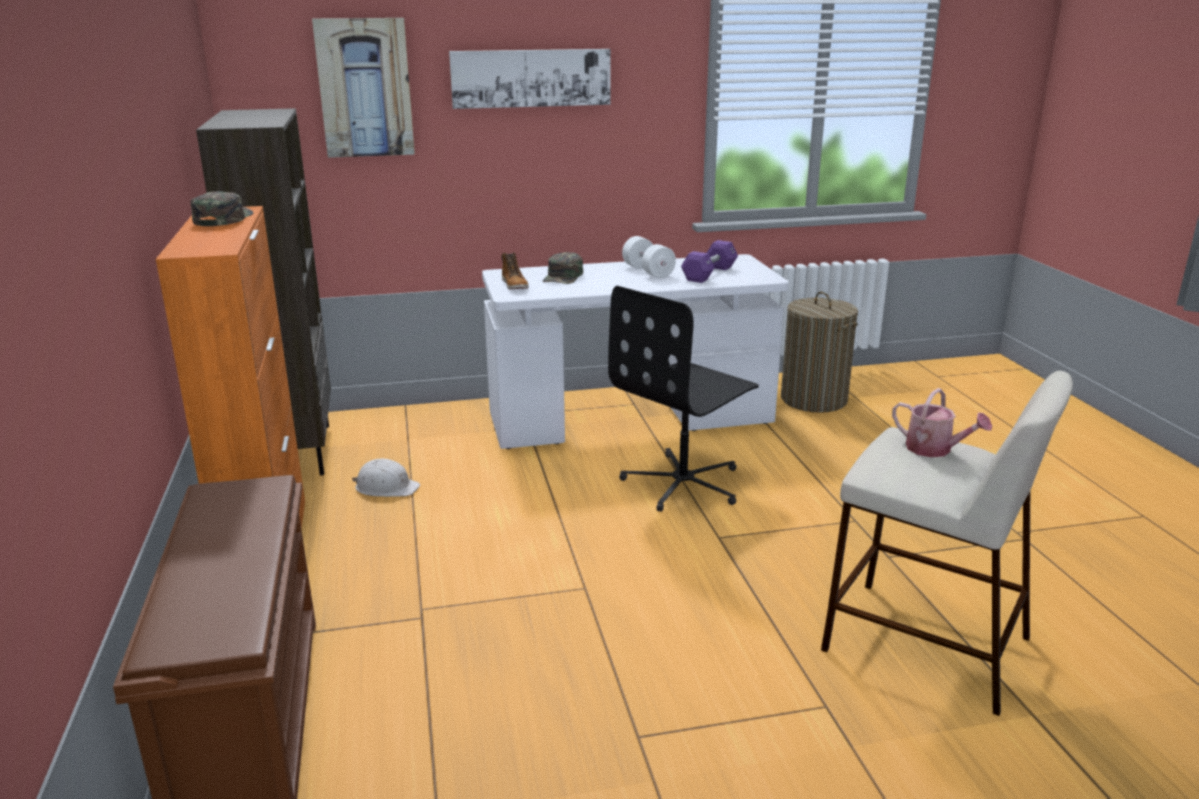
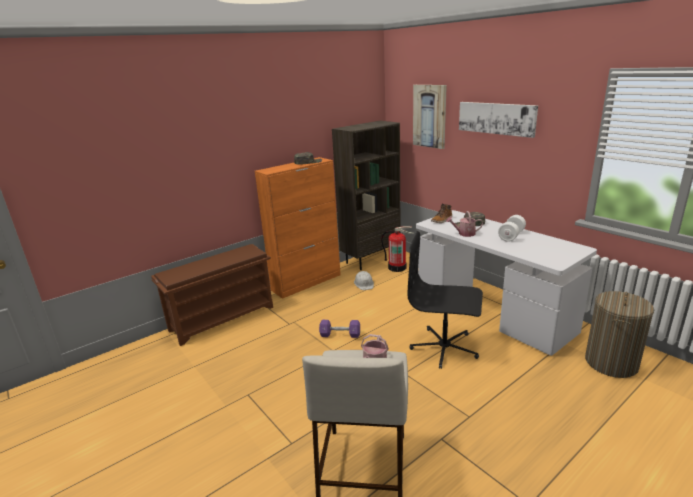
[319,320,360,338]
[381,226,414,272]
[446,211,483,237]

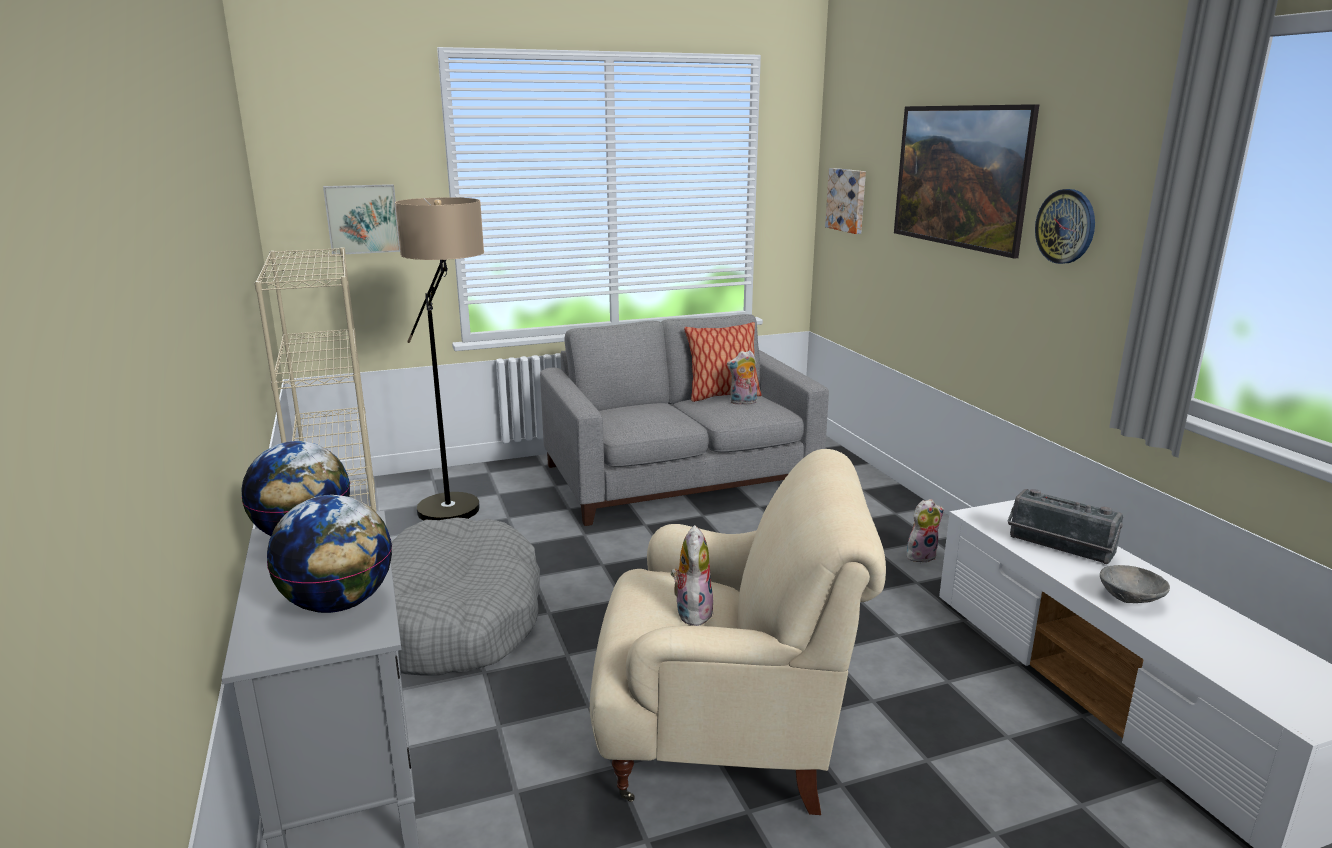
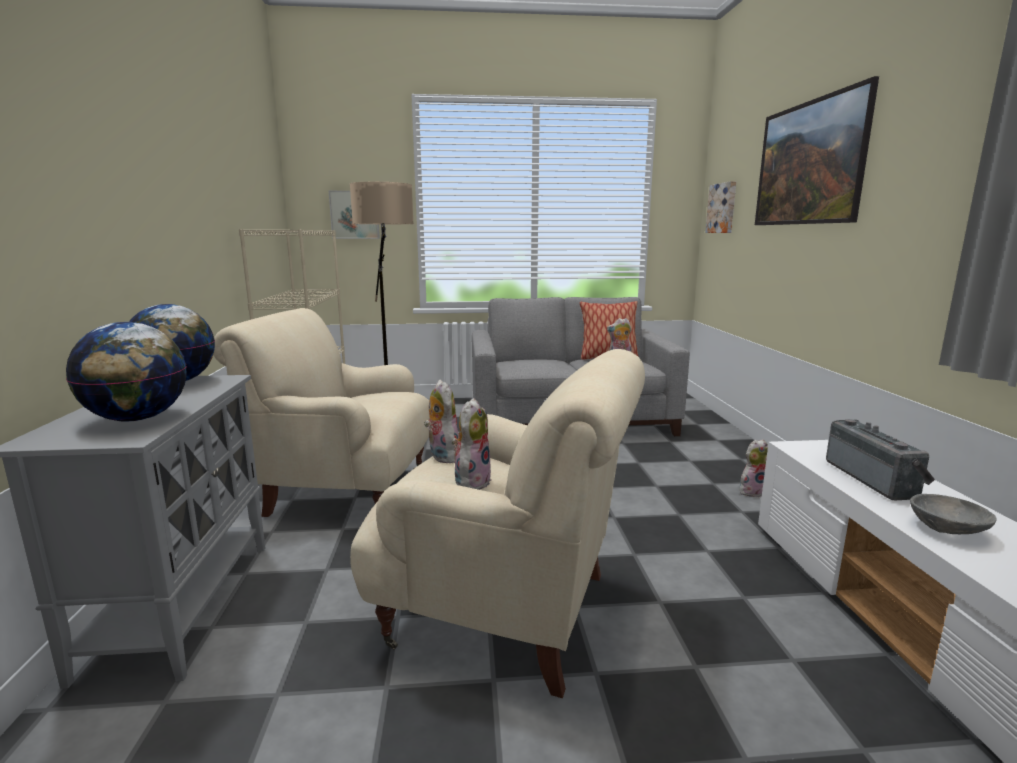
[214,308,429,517]
[826,419,935,500]
[1035,189,1095,264] (first image)
[424,380,459,463]

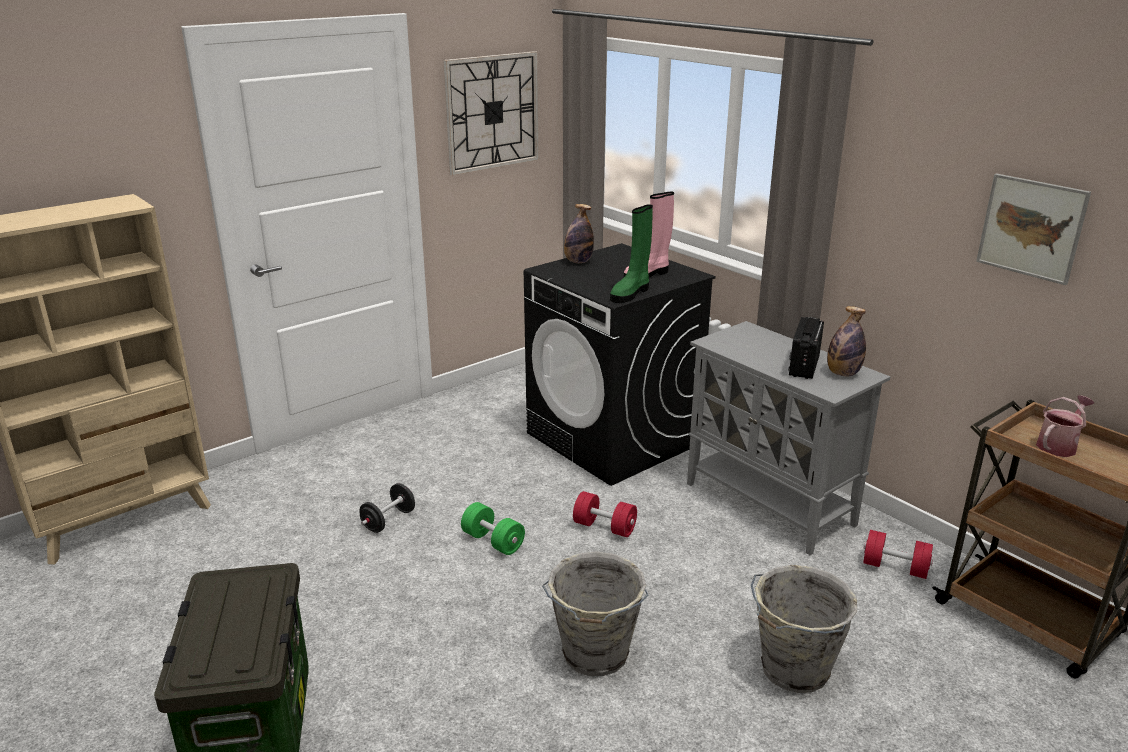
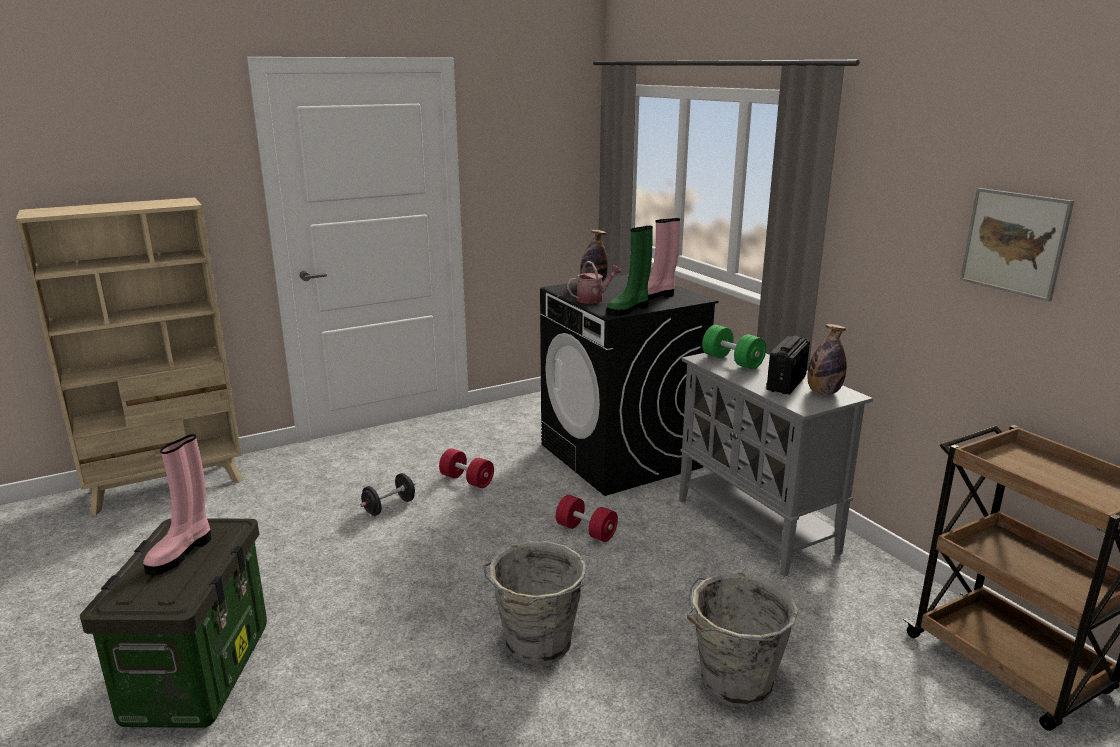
[443,51,539,176] (first image)
[702,325,766,369]
[439,448,494,488]
[567,261,622,304]
[143,434,211,575]

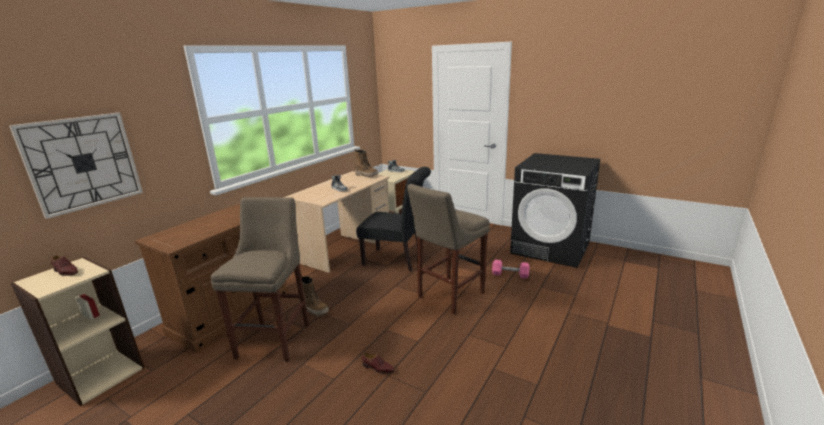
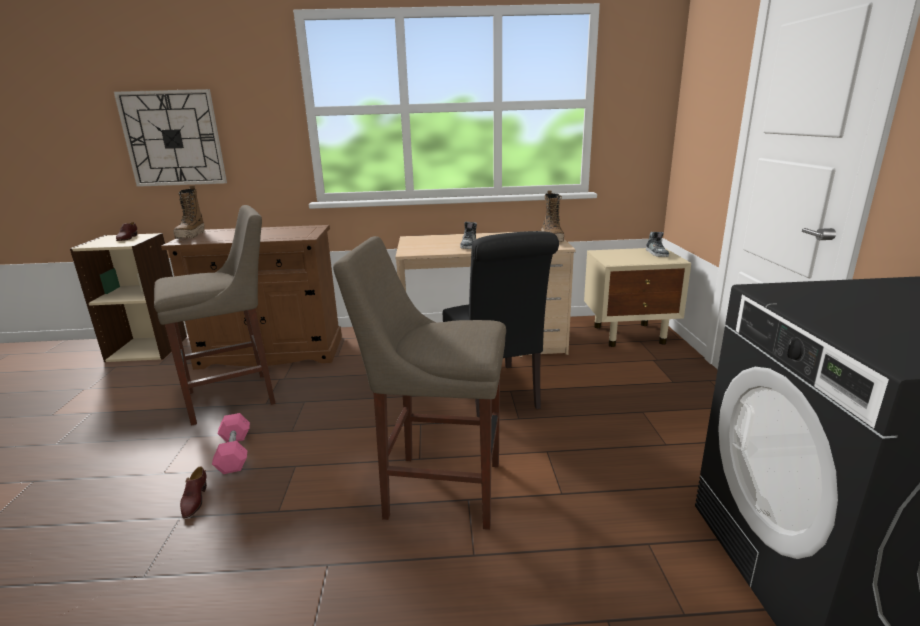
[173,186,205,239]
[212,413,250,474]

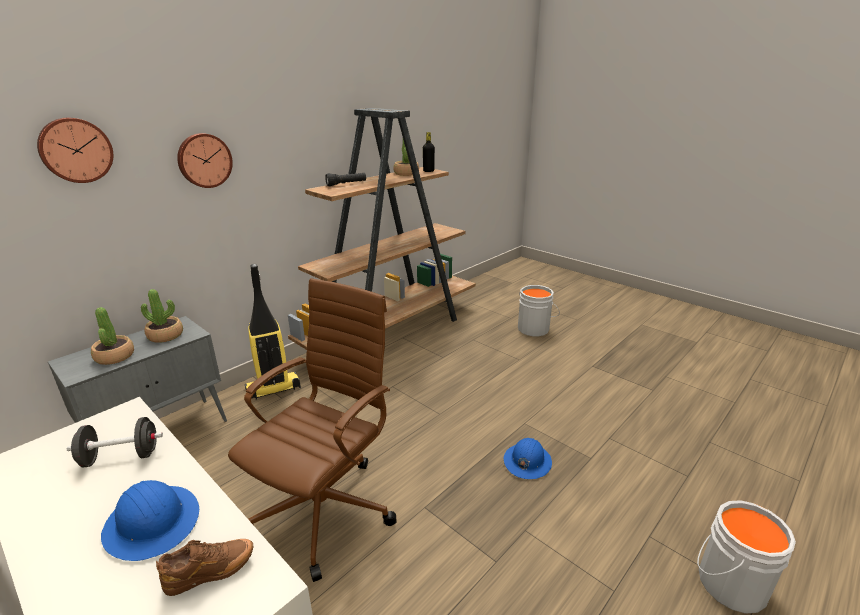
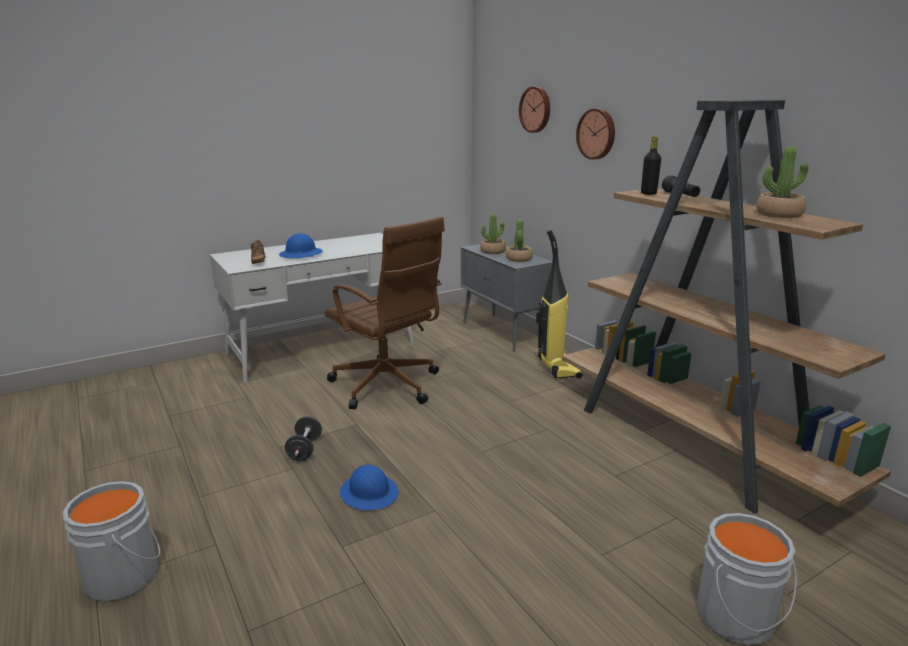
[285,417,322,461]
[641,136,661,195]

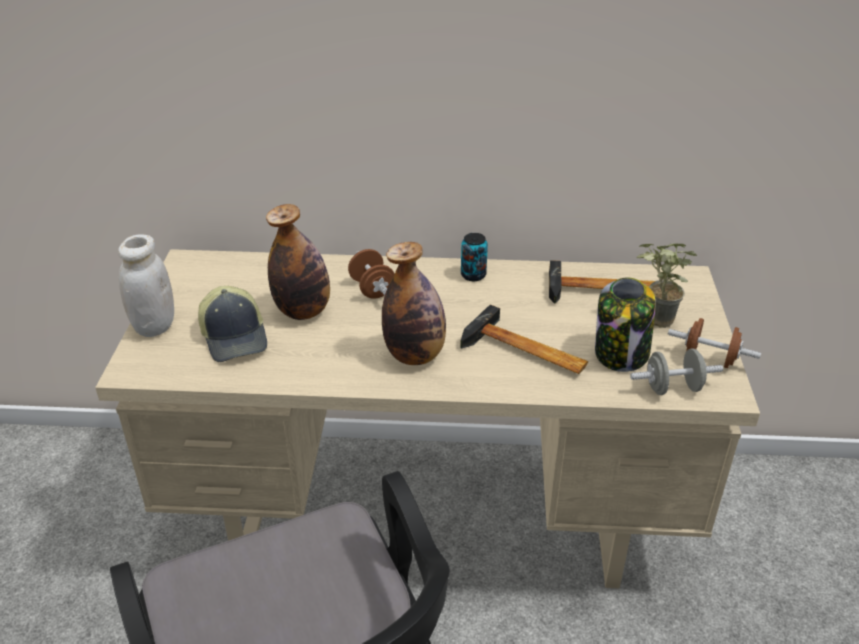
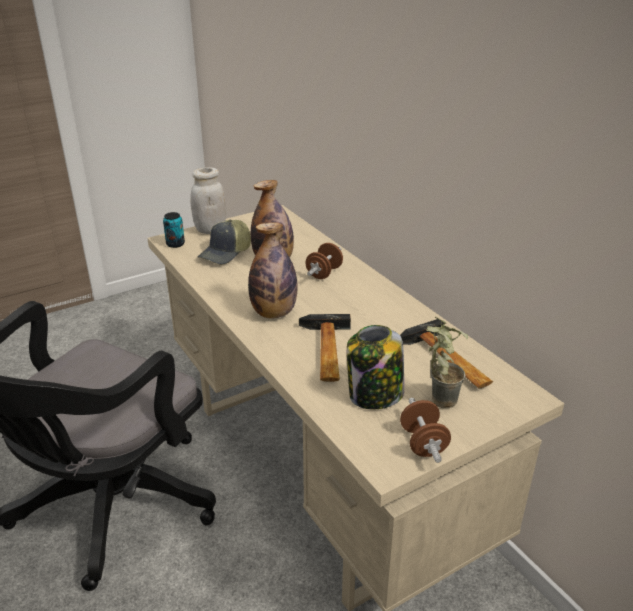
[163,212,185,248]
[630,349,723,395] (first image)

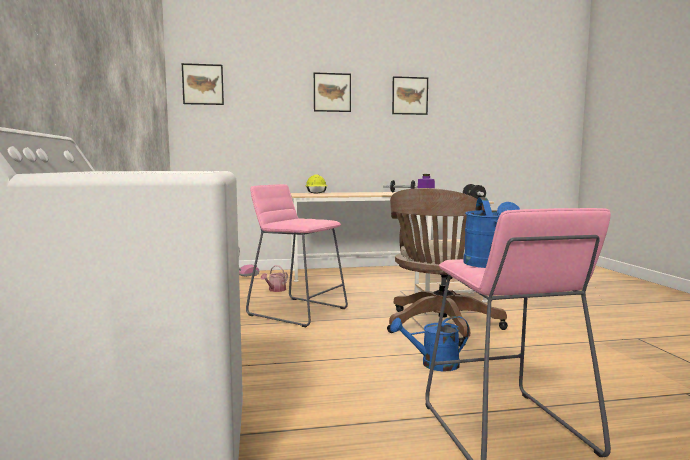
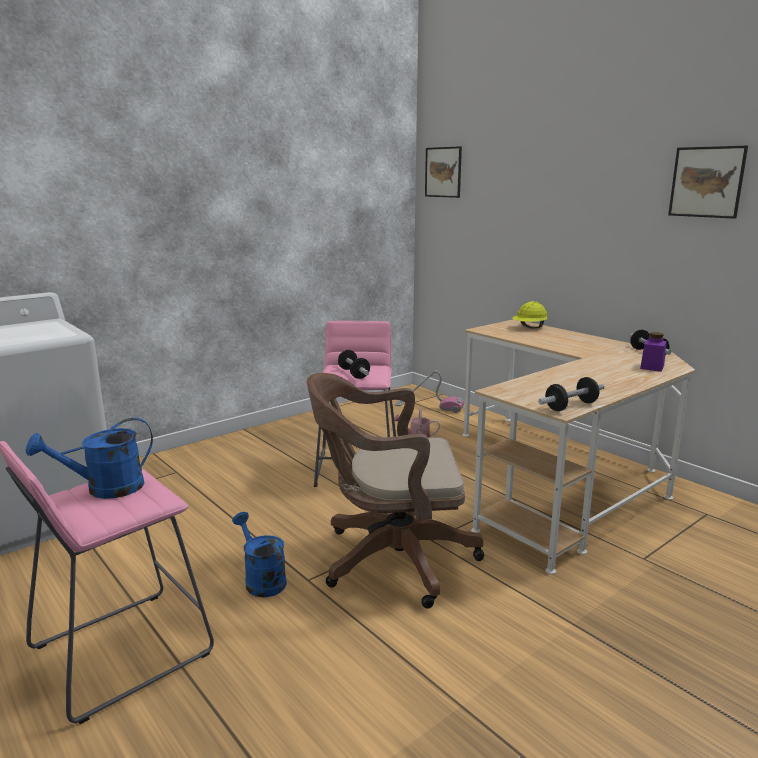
[314,72,351,112] (first image)
[338,350,370,379]

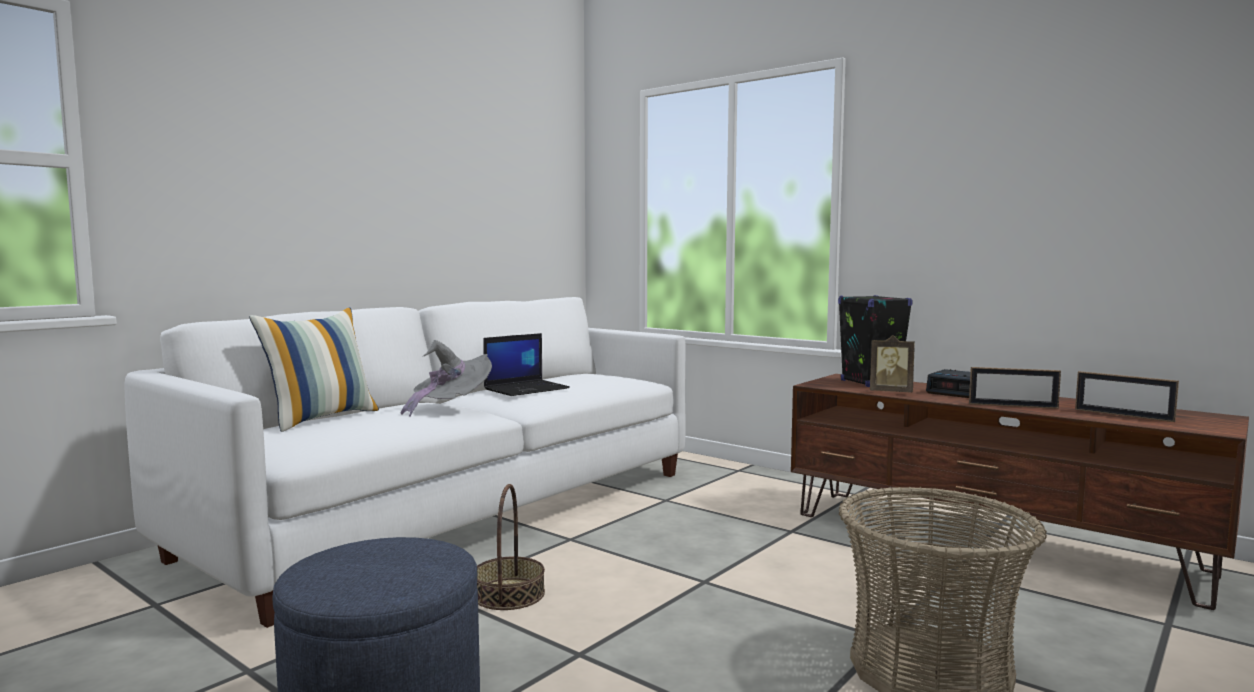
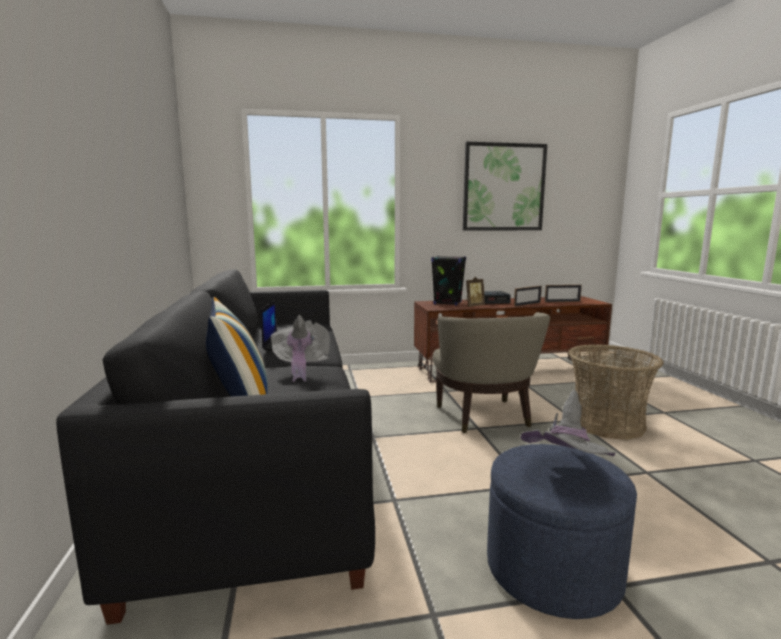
[56,269,375,625]
[477,484,545,610] (first image)
[433,312,550,433]
[463,142,547,231]
[521,390,616,456]

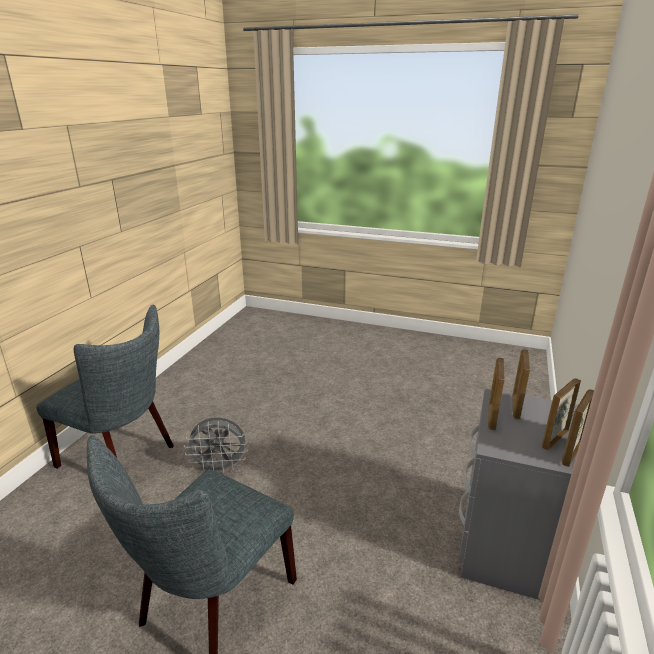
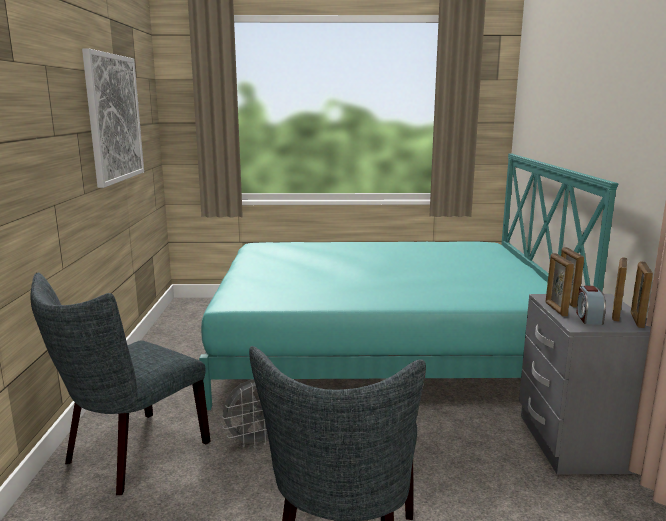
[31,273,211,495]
[82,48,144,188]
[199,153,619,410]
[576,286,606,325]

